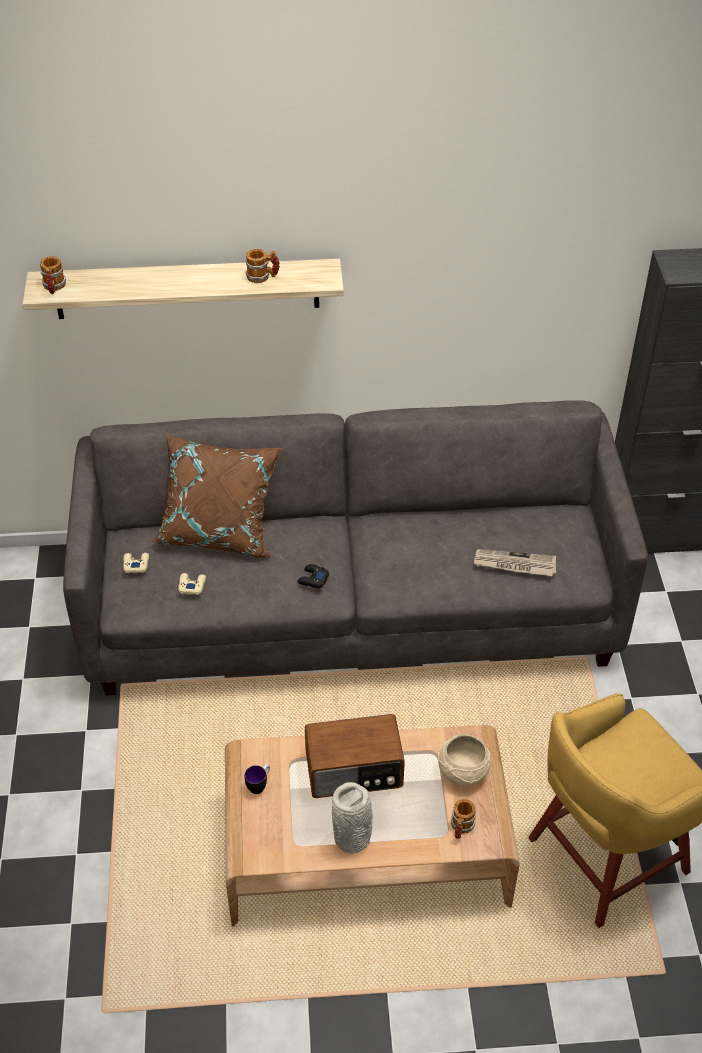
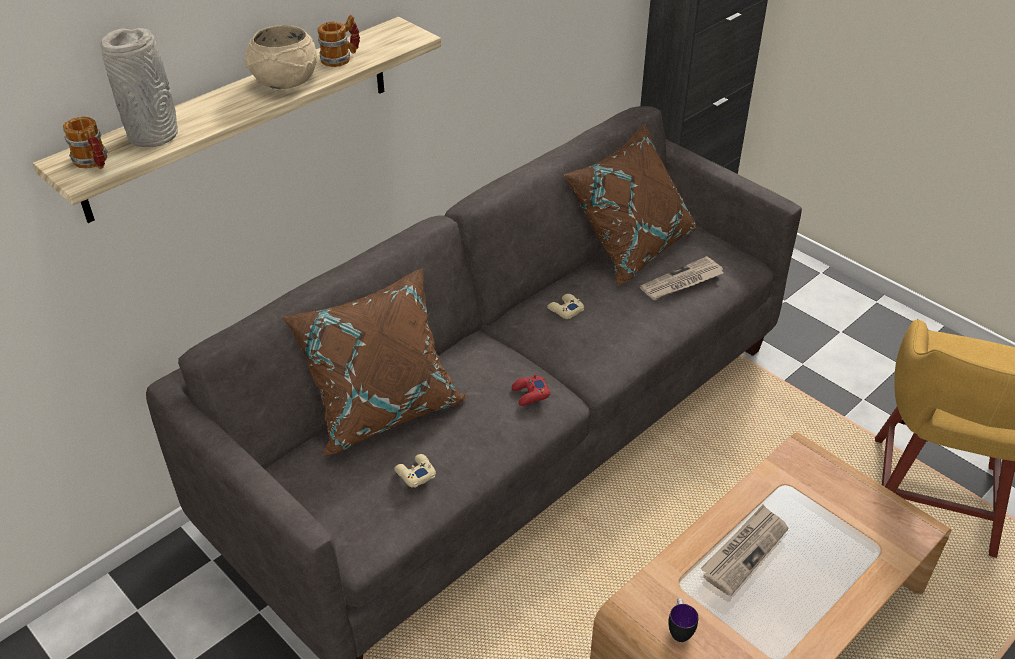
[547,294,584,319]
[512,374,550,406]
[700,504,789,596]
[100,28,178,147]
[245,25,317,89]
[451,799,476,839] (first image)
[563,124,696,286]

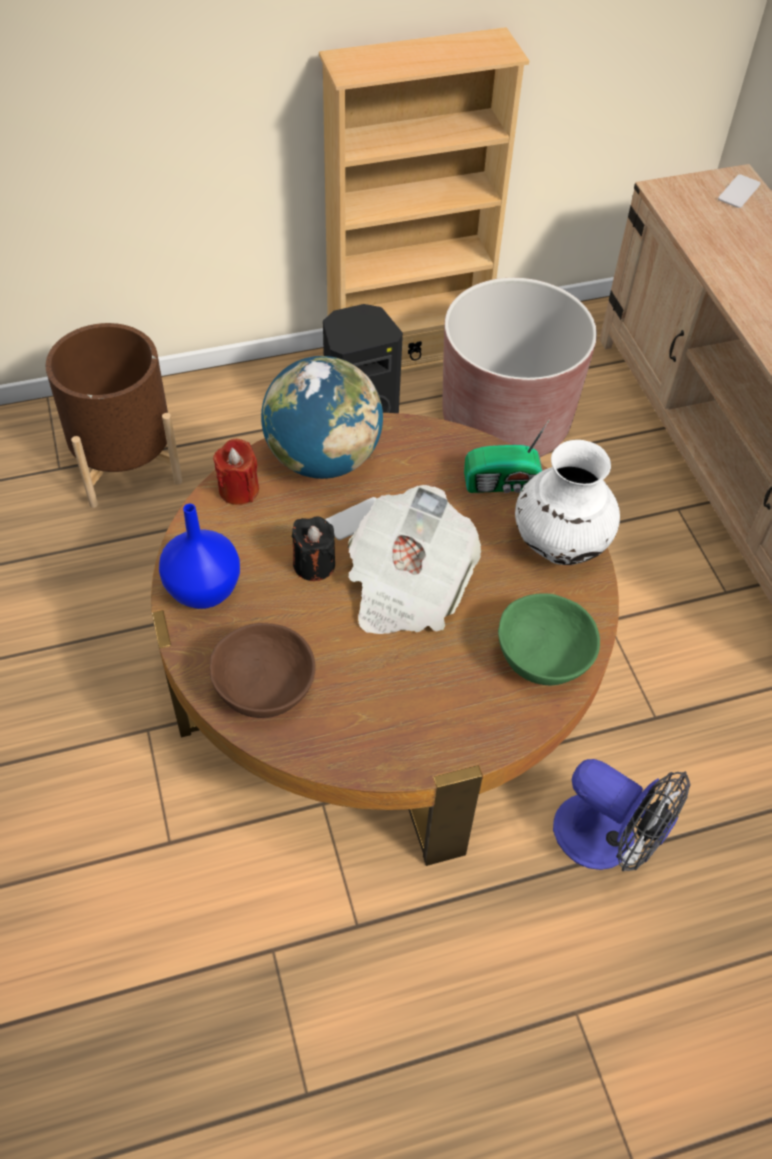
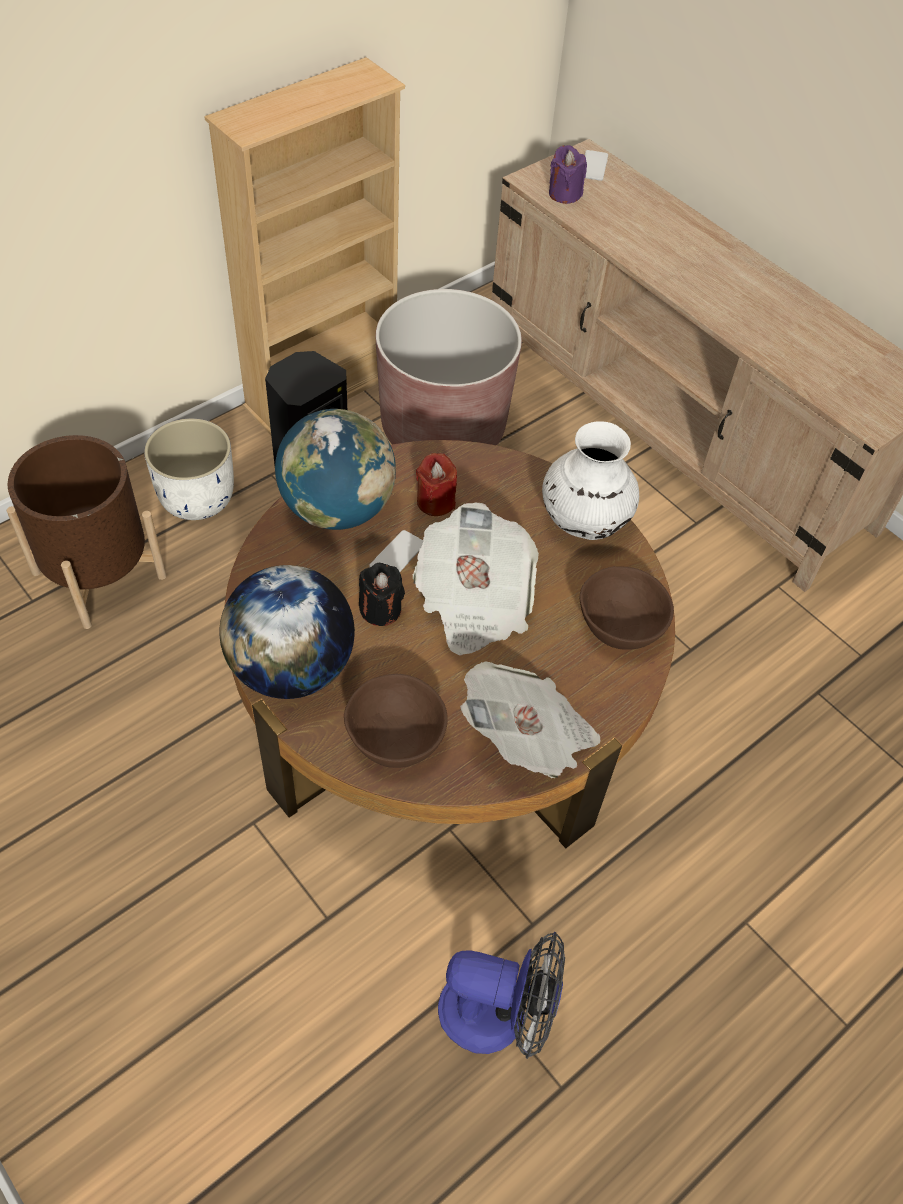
[219,565,355,699]
[416,453,457,516]
[464,419,550,493] (first image)
[580,566,674,650]
[438,932,565,1059]
[144,418,234,520]
[460,661,601,778]
[549,145,587,204]

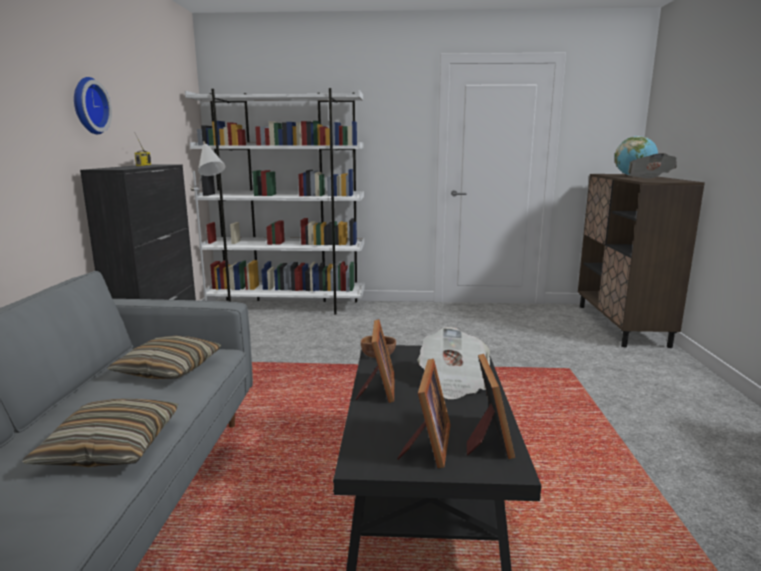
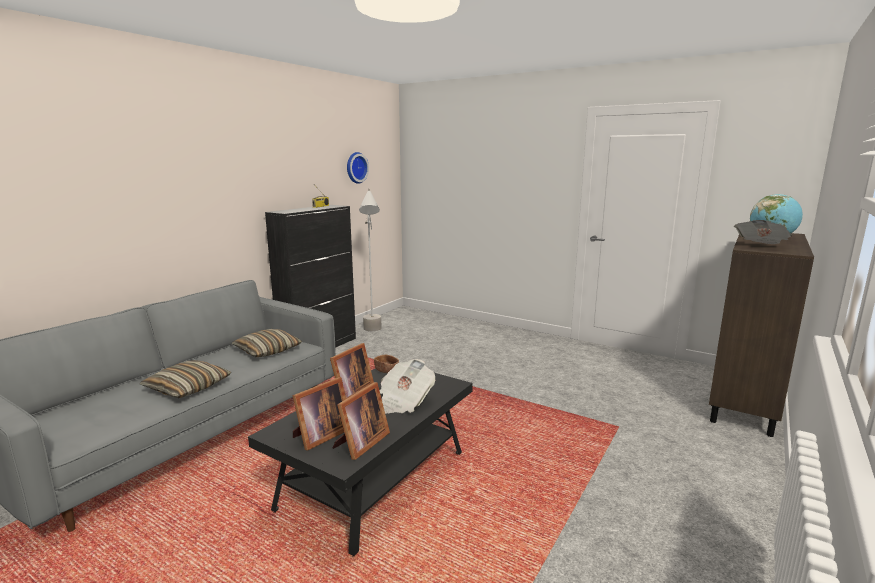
[347,152,369,184]
[185,88,365,314] (first image)

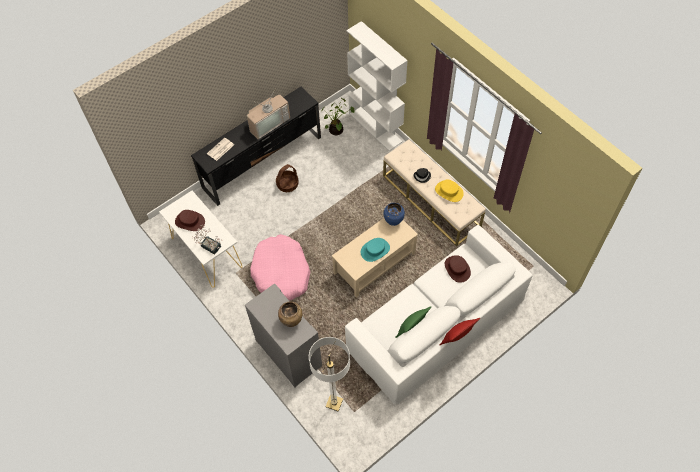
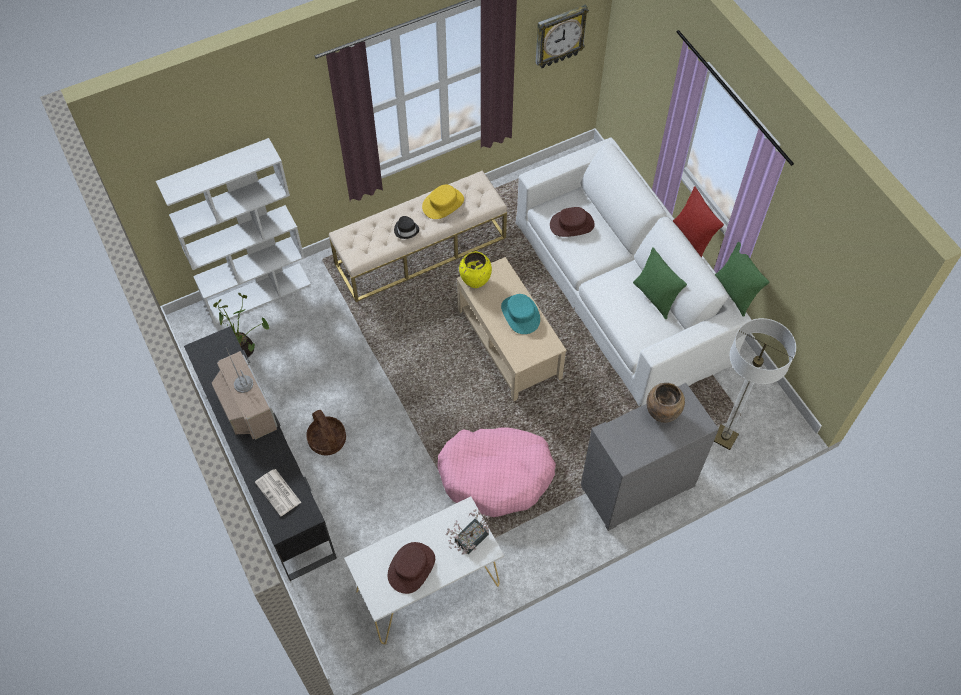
[459,251,492,288]
[535,5,589,68]
[715,242,770,317]

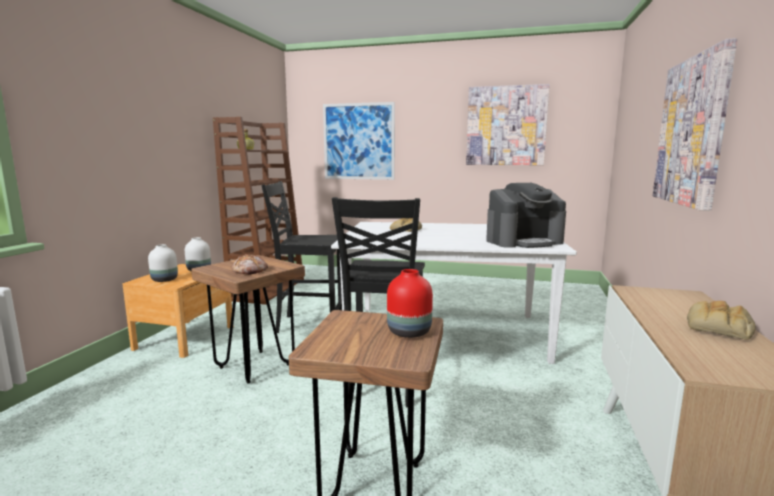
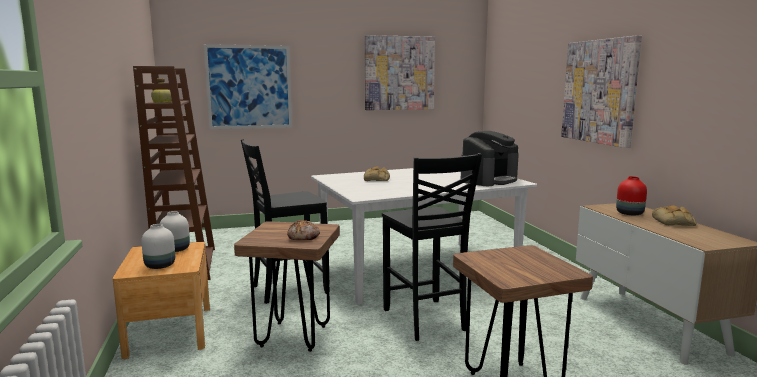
[616,176,647,215]

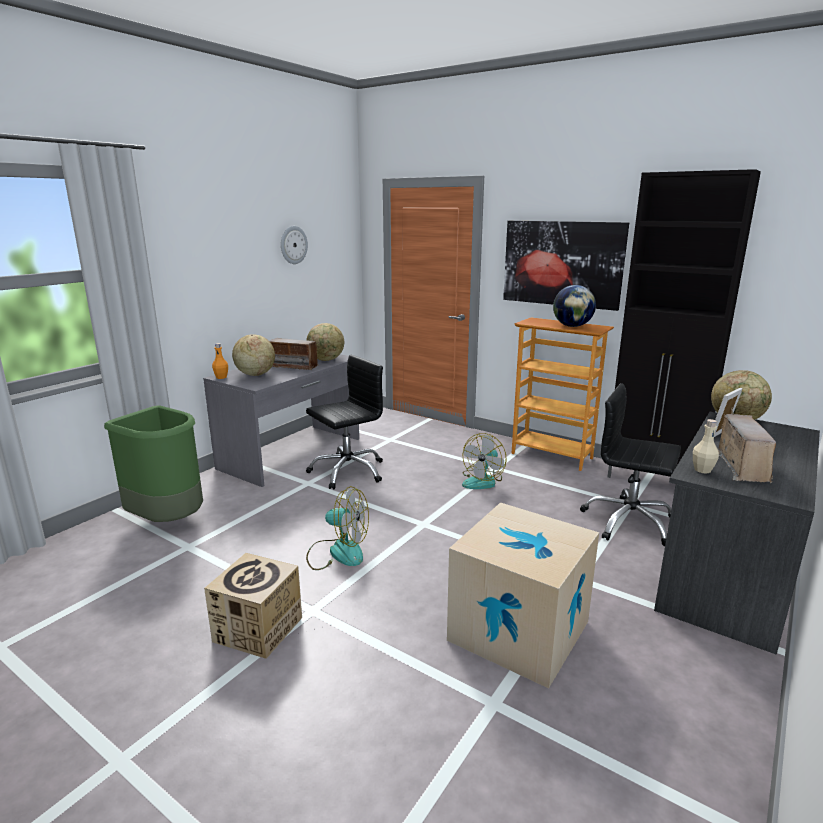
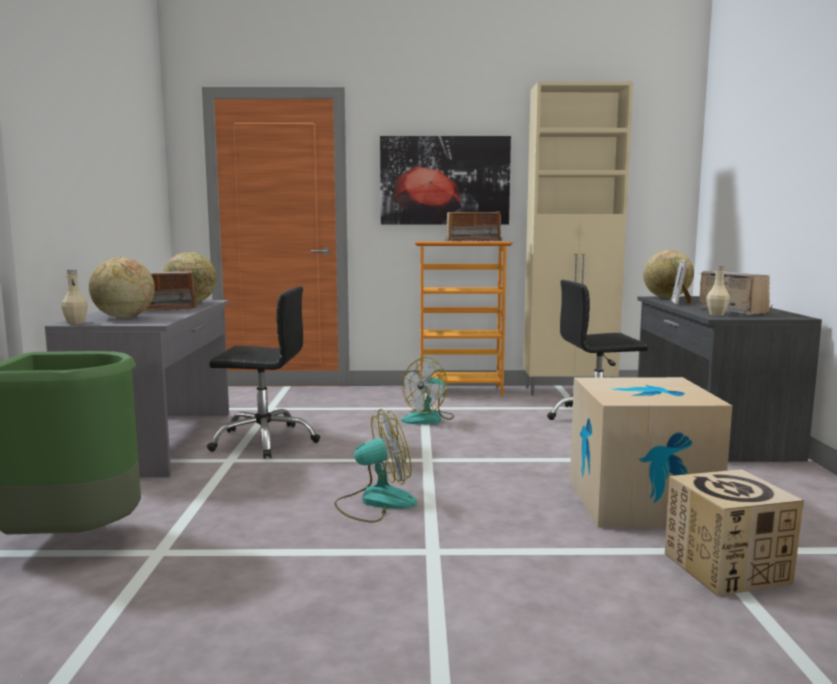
[665,469,804,596]
[61,270,88,324]
[281,226,308,264] (first image)
[207,286,321,459]
[401,357,454,424]
[445,211,503,242]
[523,82,633,396]

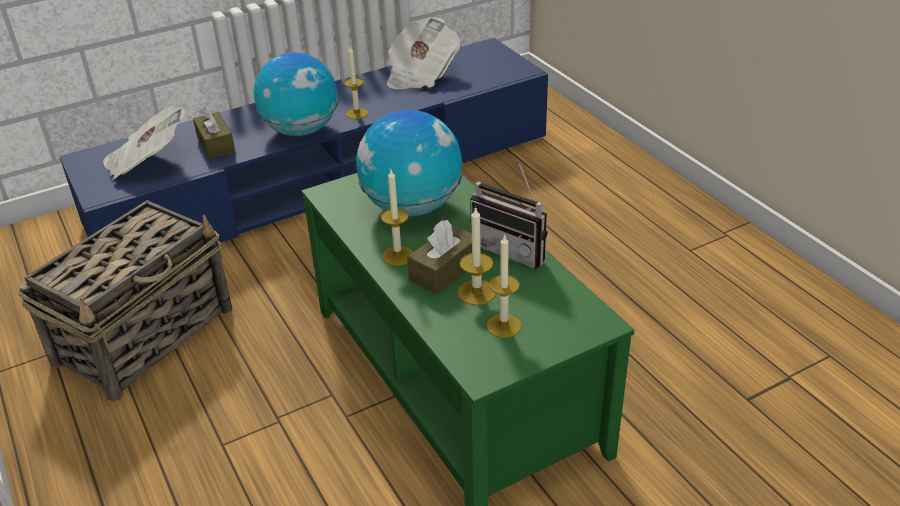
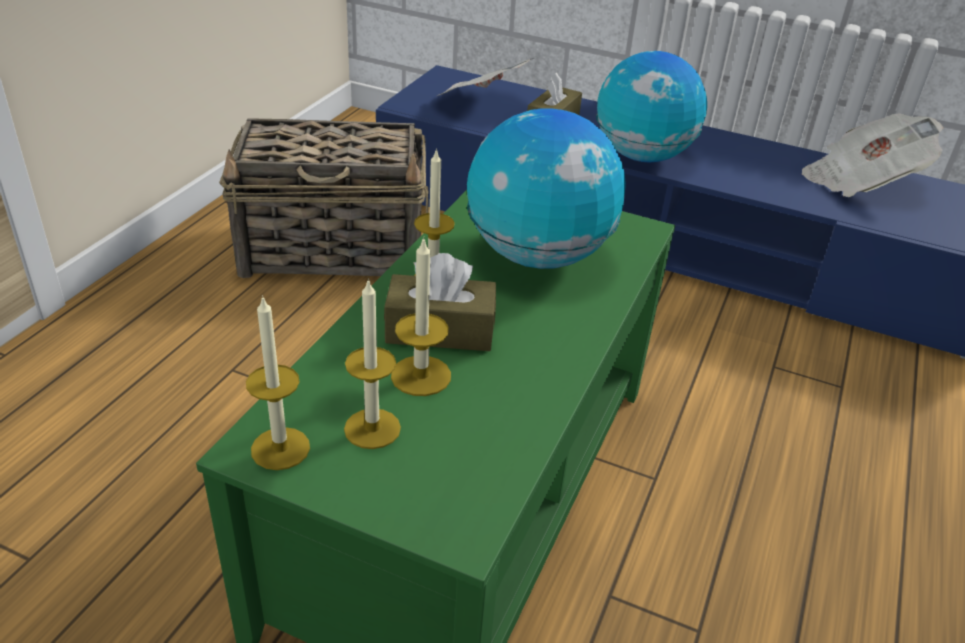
[246,295,310,470]
[470,159,548,268] (first image)

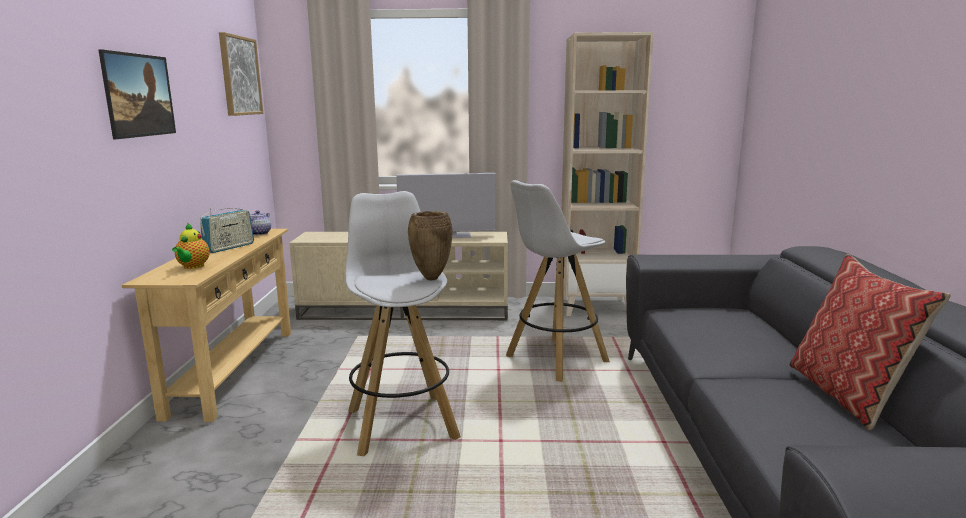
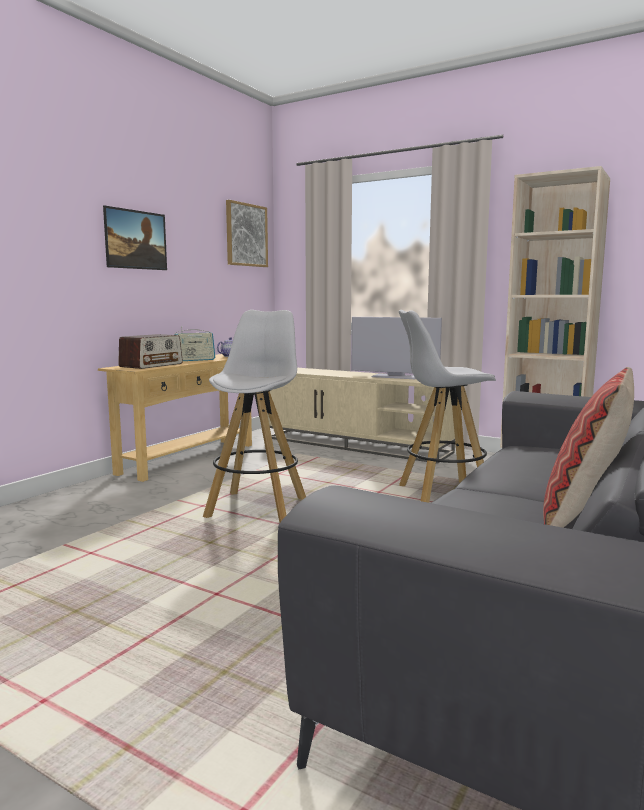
[118,334,183,369]
[408,211,452,280] (first image)

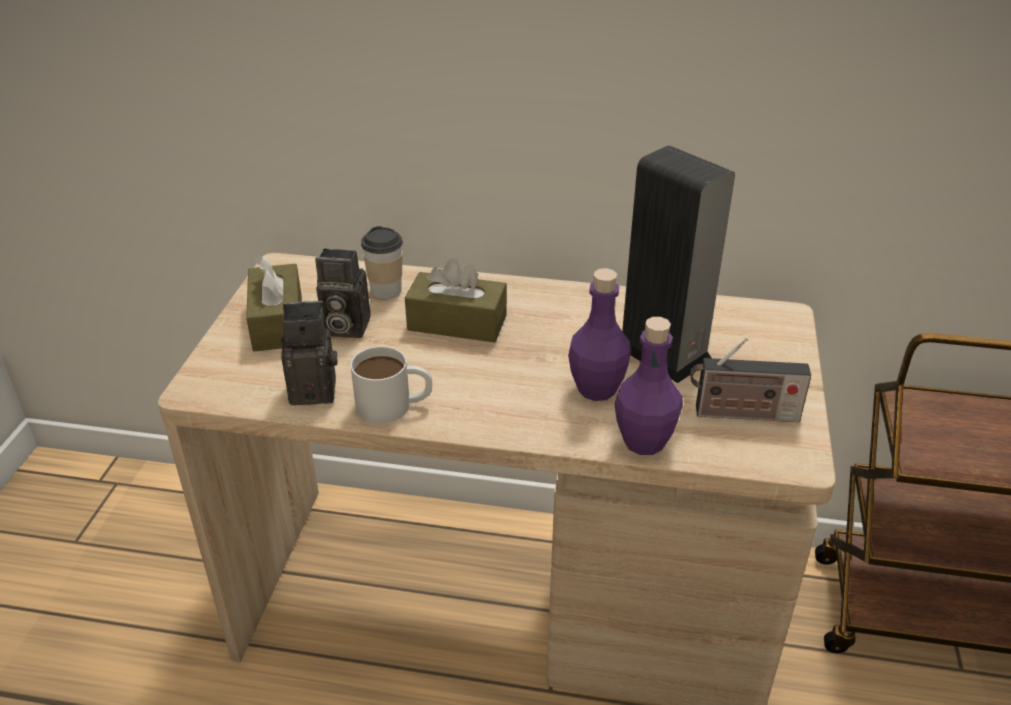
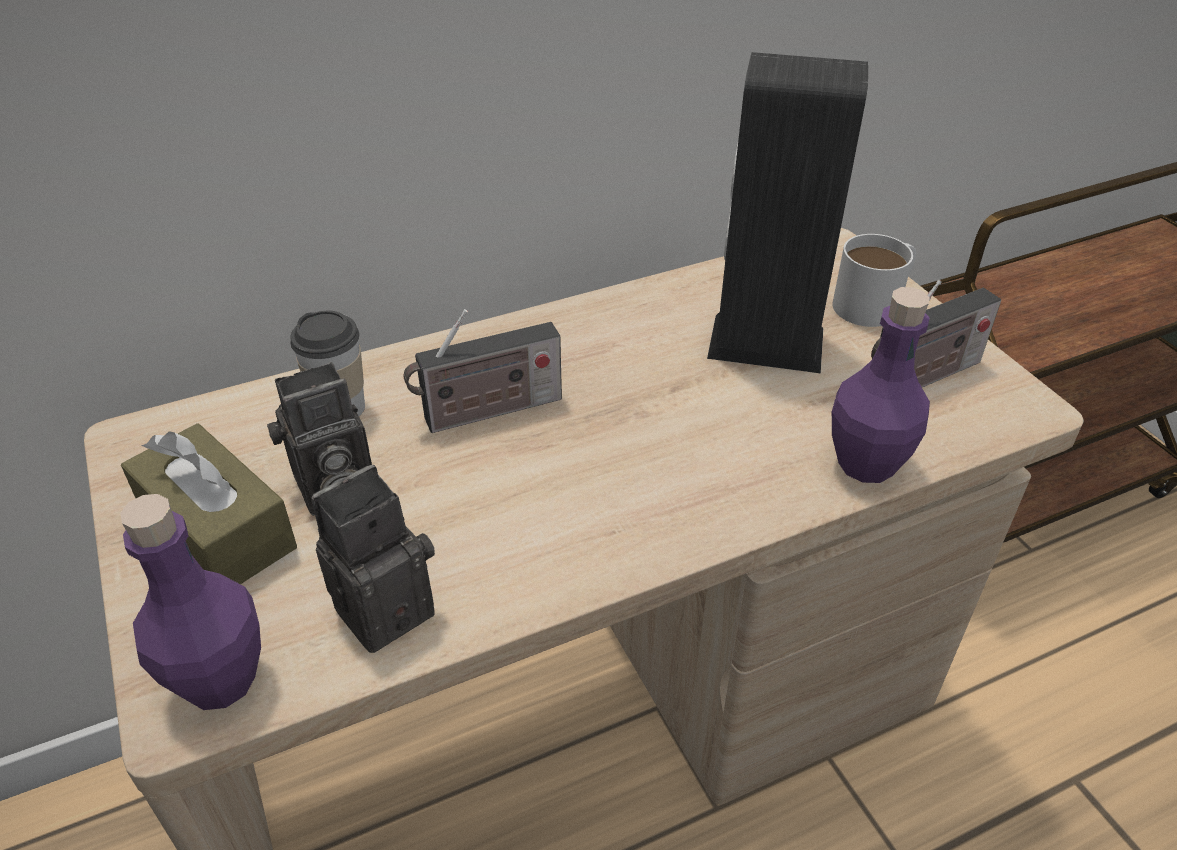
[832,234,916,327]
[403,309,562,433]
[120,494,261,710]

